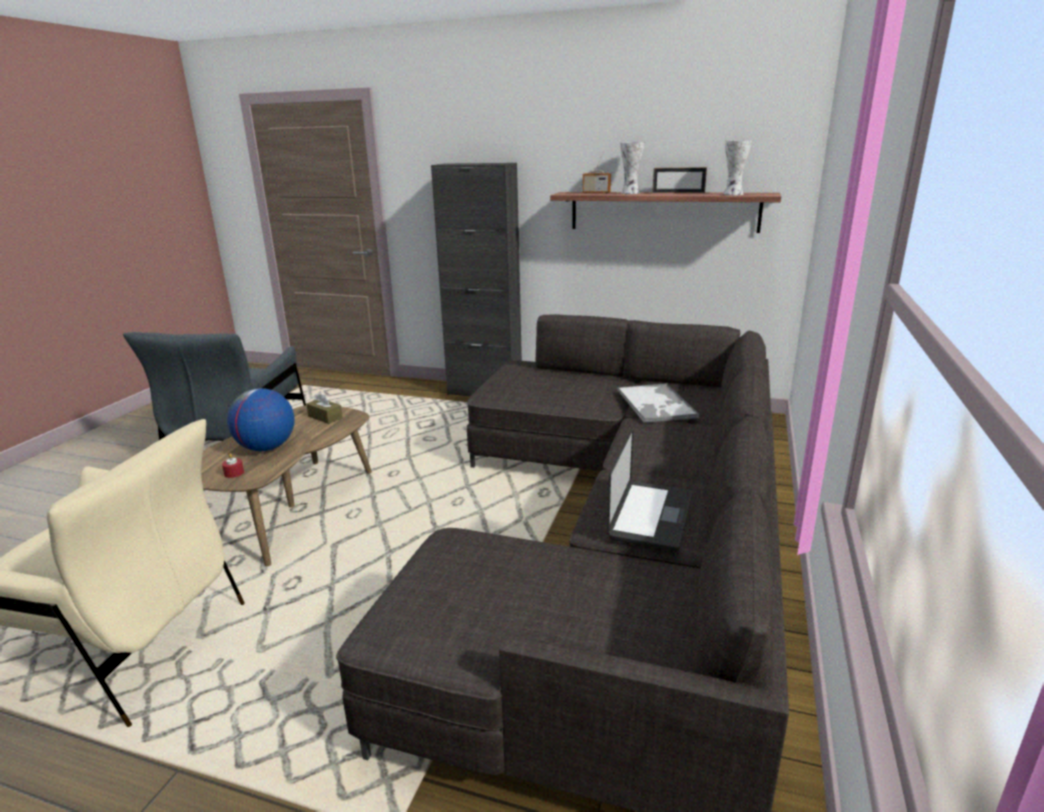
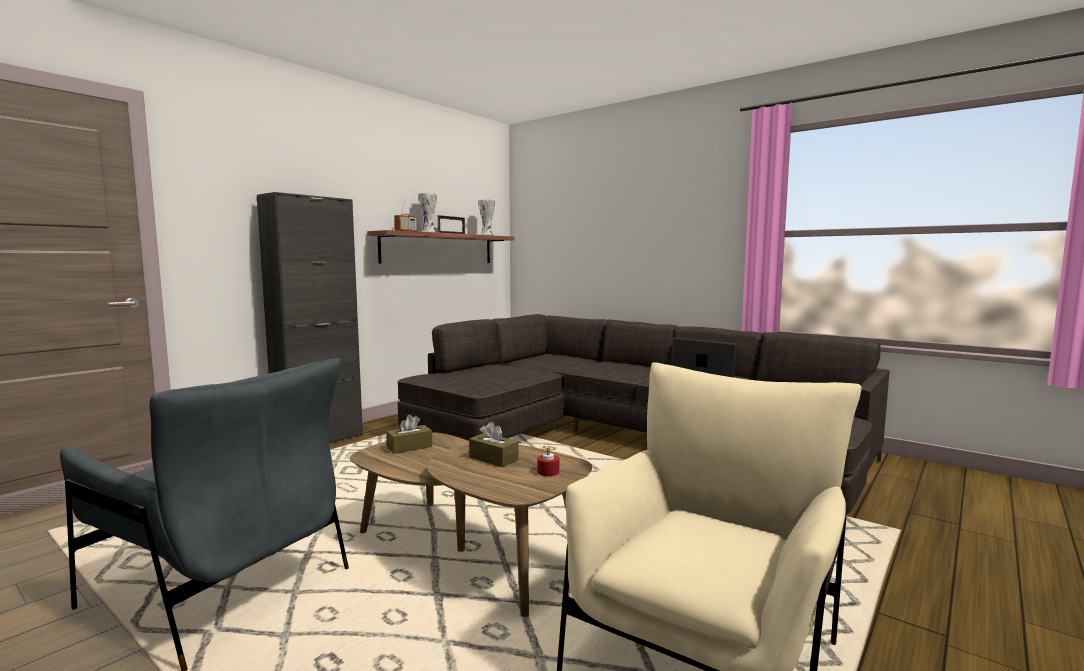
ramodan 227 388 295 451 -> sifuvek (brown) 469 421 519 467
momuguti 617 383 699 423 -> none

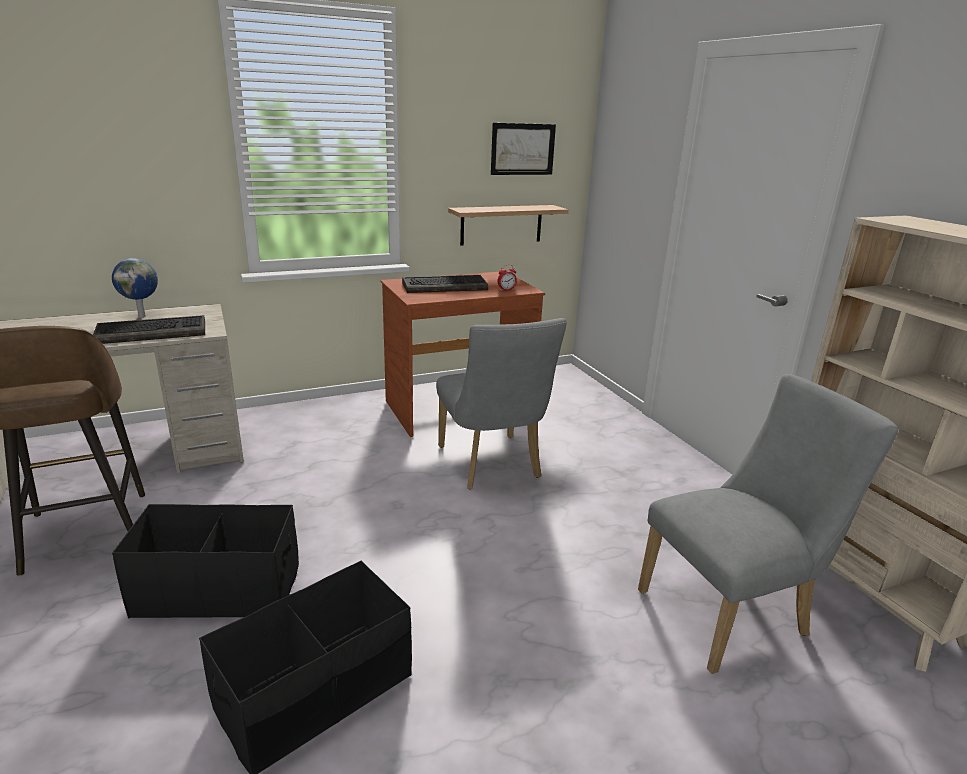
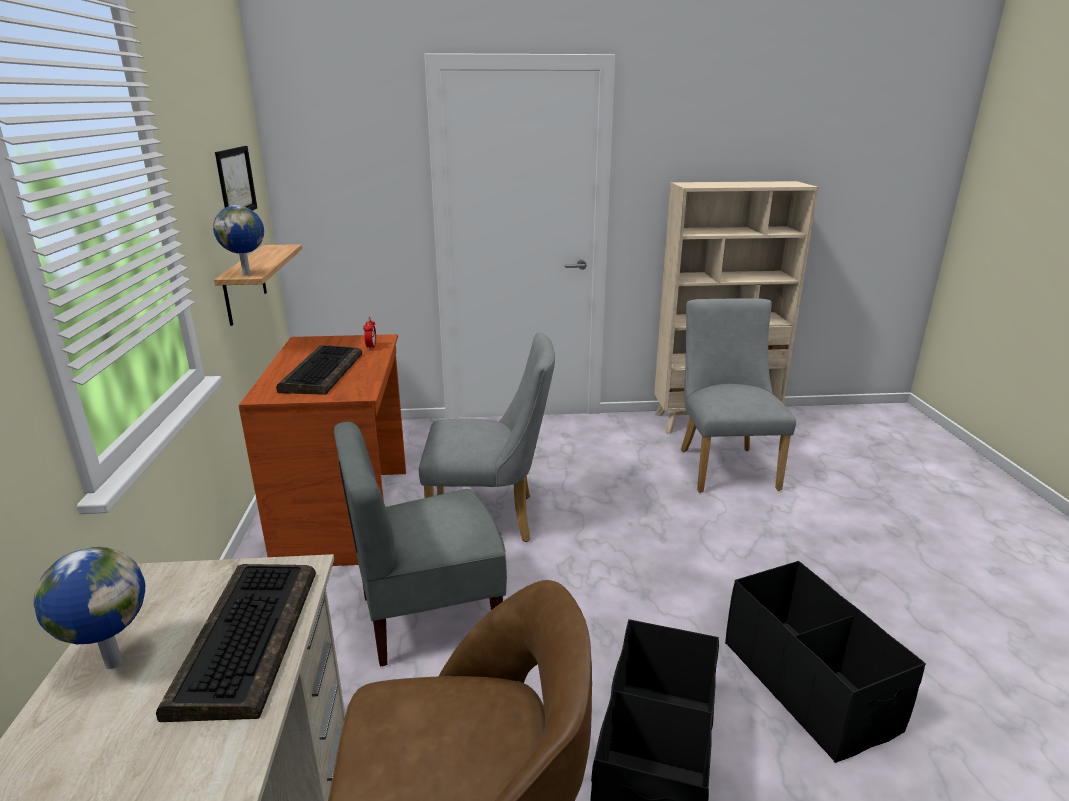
none -> ramodan 213 205 264 276
none -> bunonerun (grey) 334 421 507 667

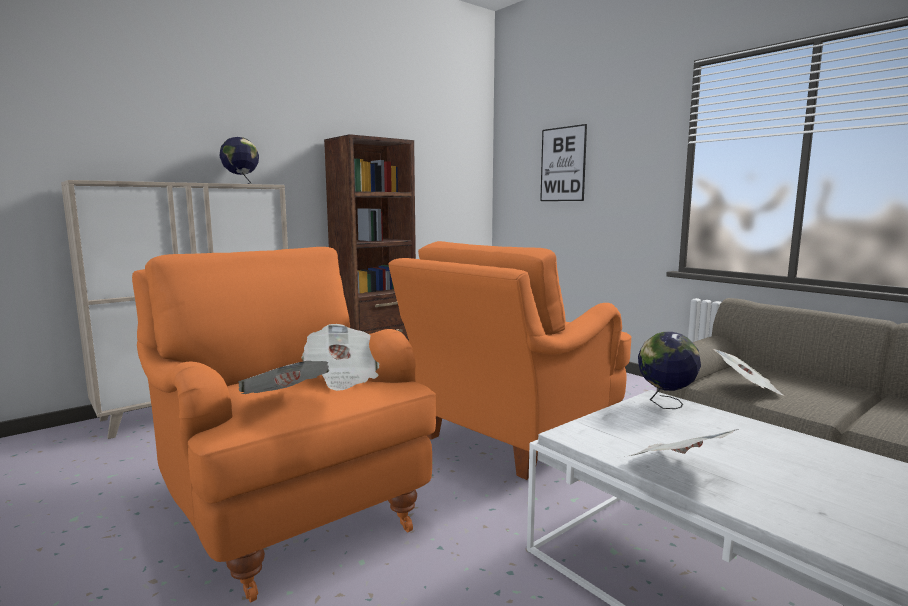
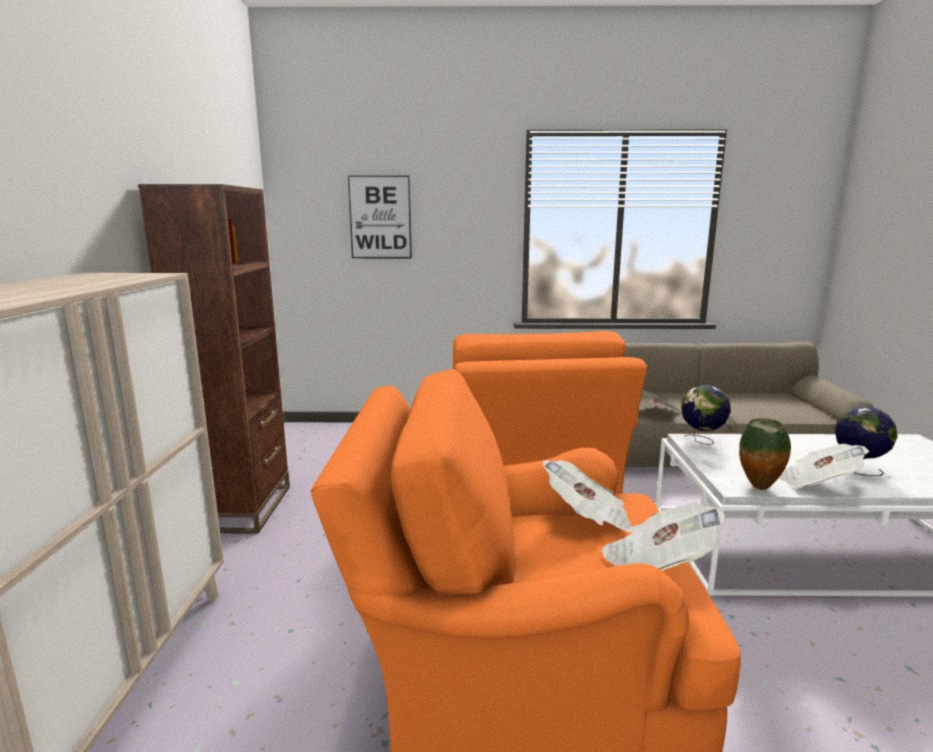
none -> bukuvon 739 418 791 490
ramodan 220 137 259 184 -> ramodan 834 407 898 476, shifted

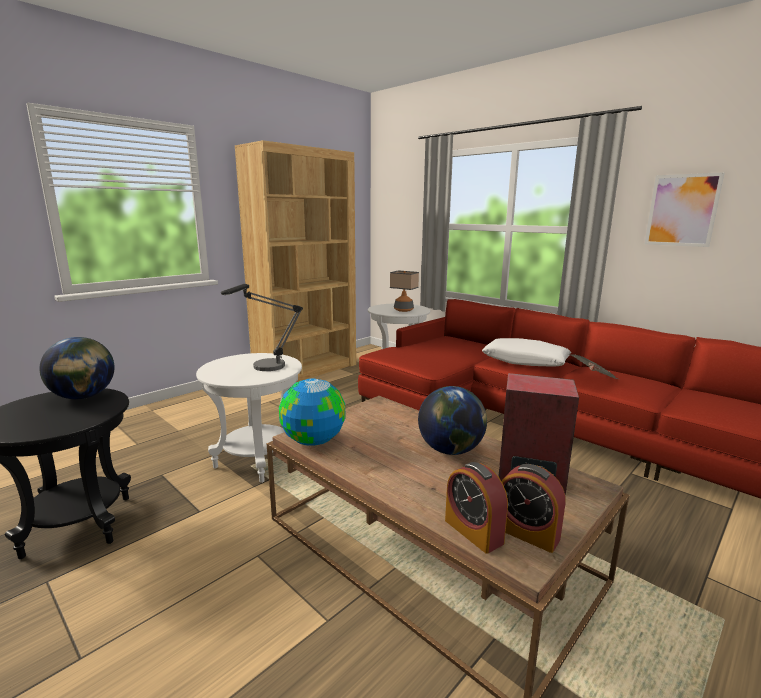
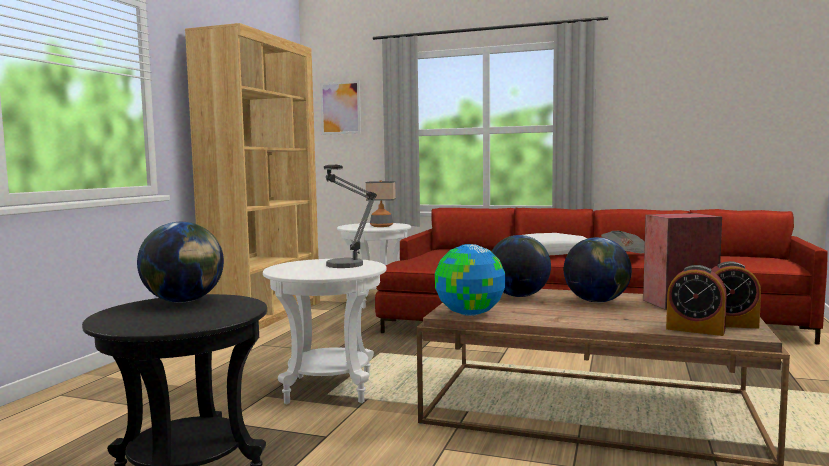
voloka 645 172 724 247 -> voloka 320 81 361 135, shifted
none -> ramodan 491 235 551 297

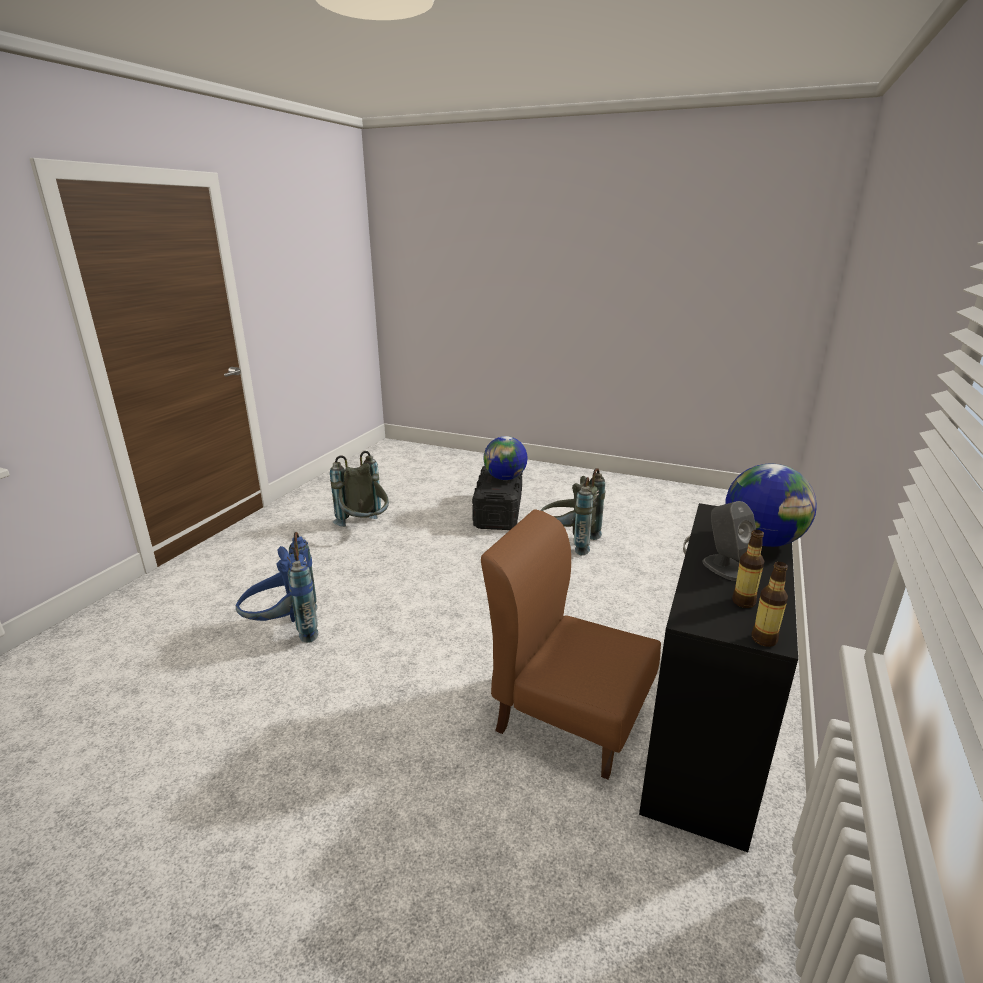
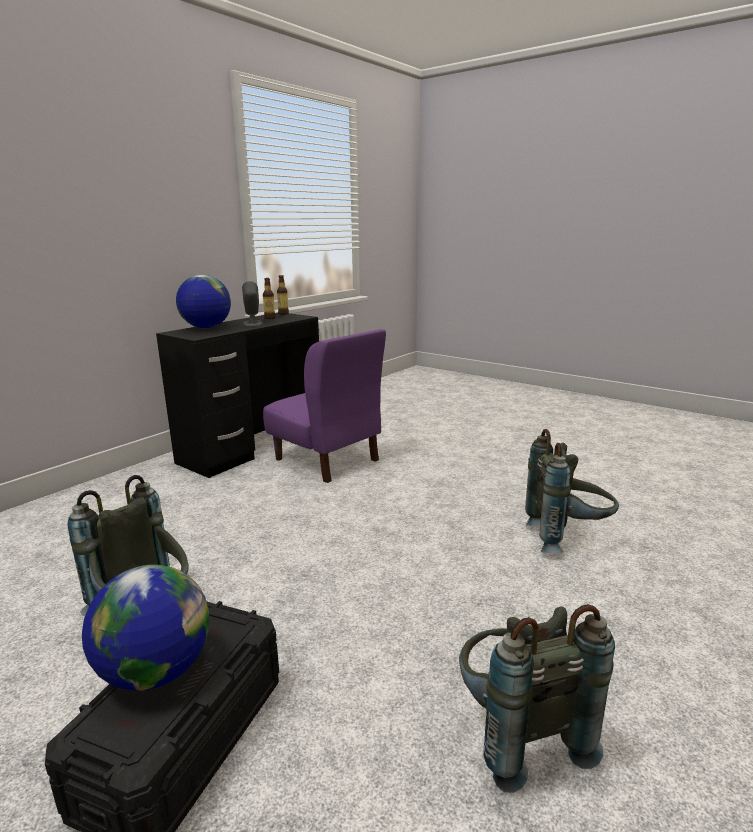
bunonerun (brown) 481 509 661 780 -> bunonerun (purple) 263 329 386 483
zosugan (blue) 236 532 318 643 -> zosugan (grey) 525 429 619 553

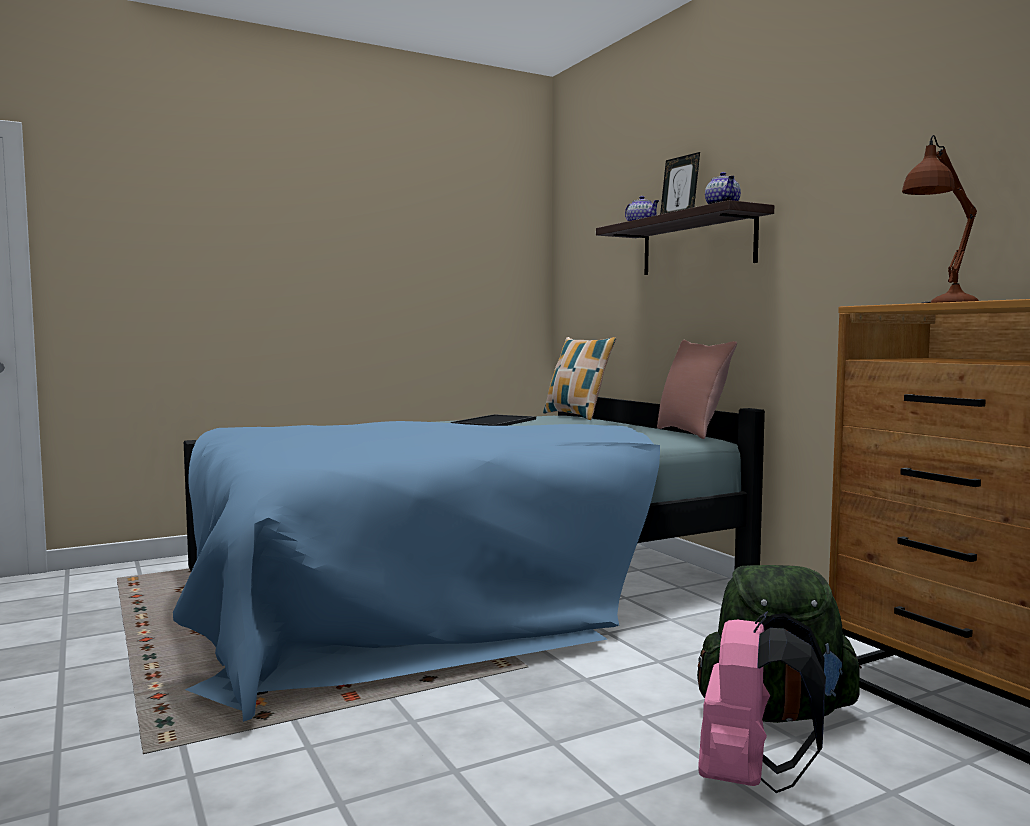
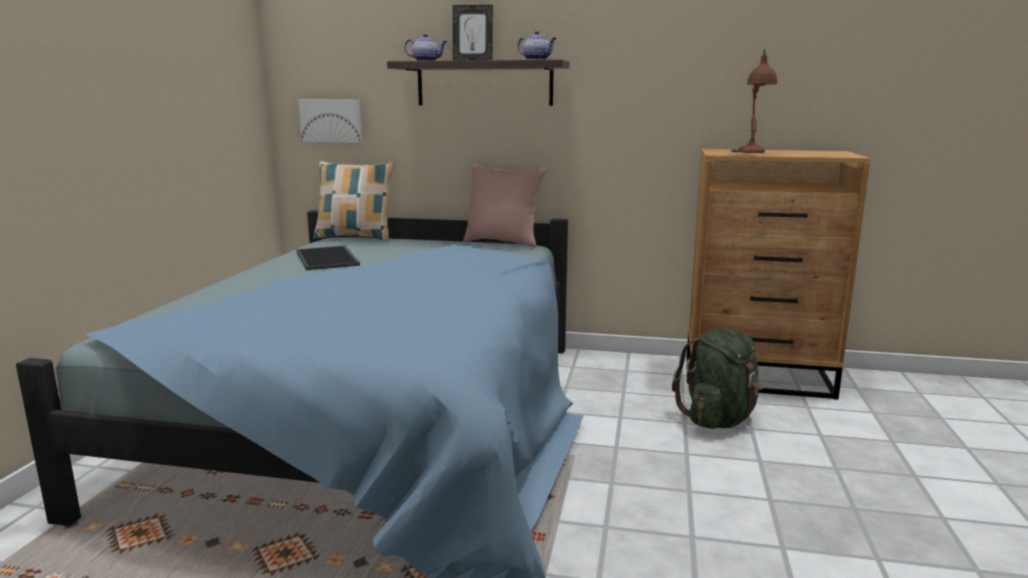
none -> voloka 298 99 362 143
zosugan (pink) 698 611 826 793 -> none

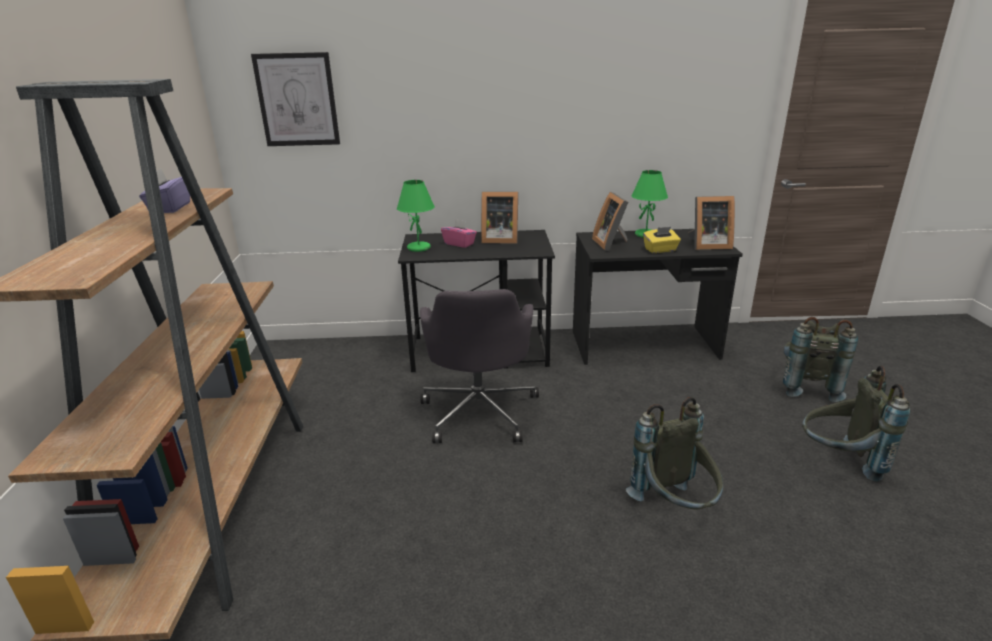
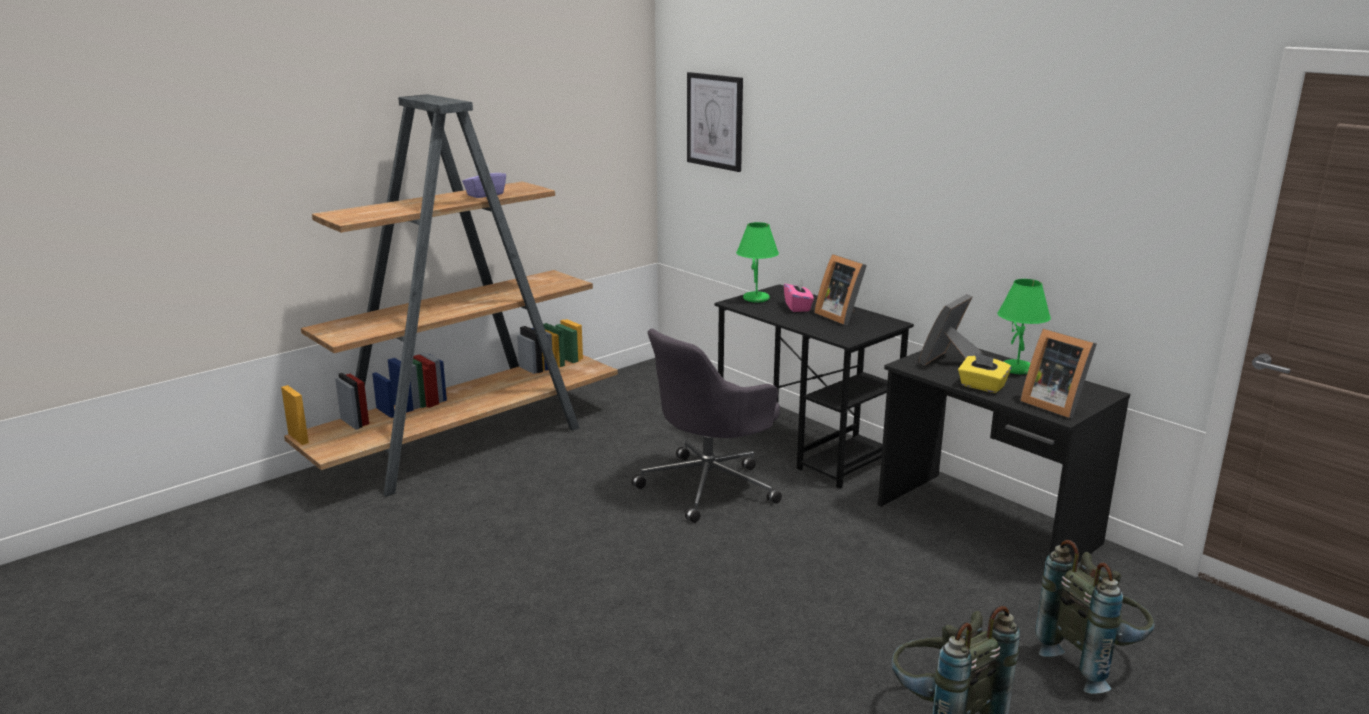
zosugan (grey) 626 397 723 509 -> none

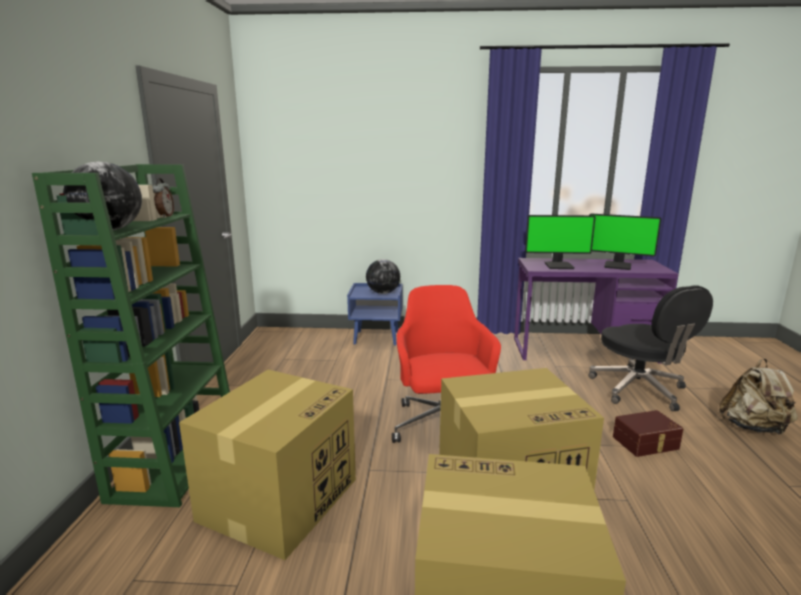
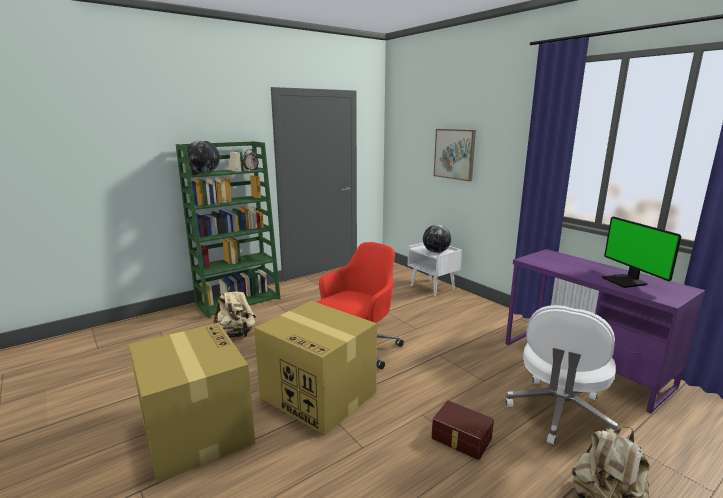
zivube 179 370 356 560 -> zosugan (beige) 213 285 256 338
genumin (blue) 347 283 403 345 -> genumin (white) 408 243 462 296
none -> voloka 434 129 476 181
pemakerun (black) 588 285 713 411 -> pemakerun (white) 505 305 618 445
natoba 525 215 596 269 -> none

